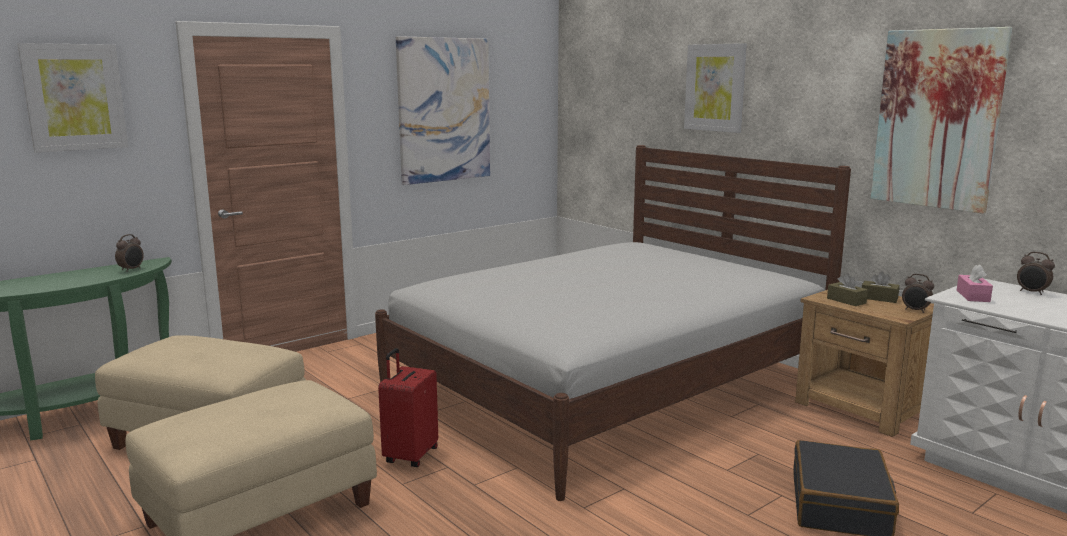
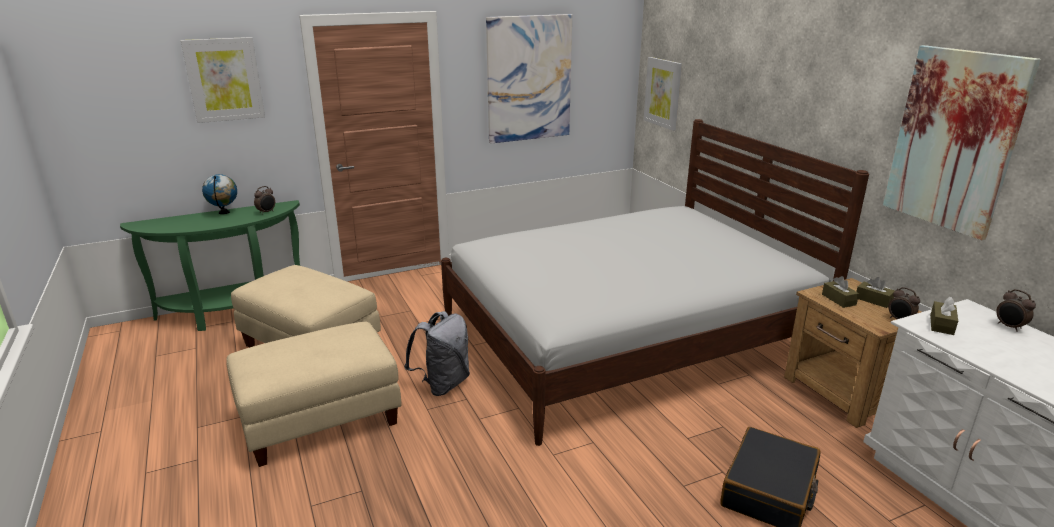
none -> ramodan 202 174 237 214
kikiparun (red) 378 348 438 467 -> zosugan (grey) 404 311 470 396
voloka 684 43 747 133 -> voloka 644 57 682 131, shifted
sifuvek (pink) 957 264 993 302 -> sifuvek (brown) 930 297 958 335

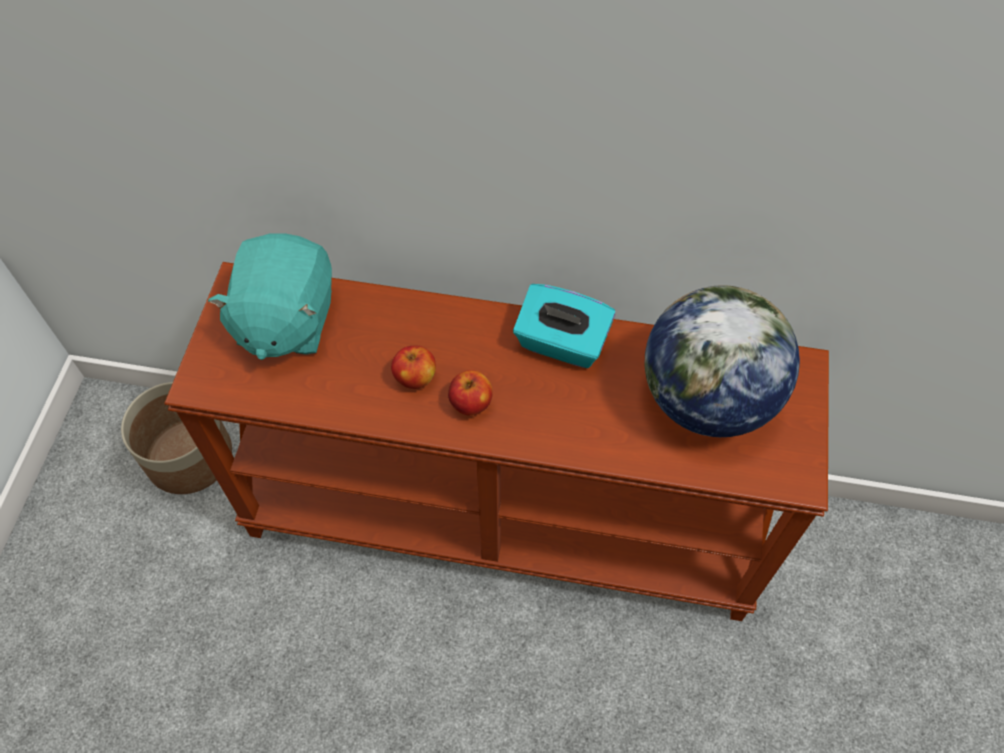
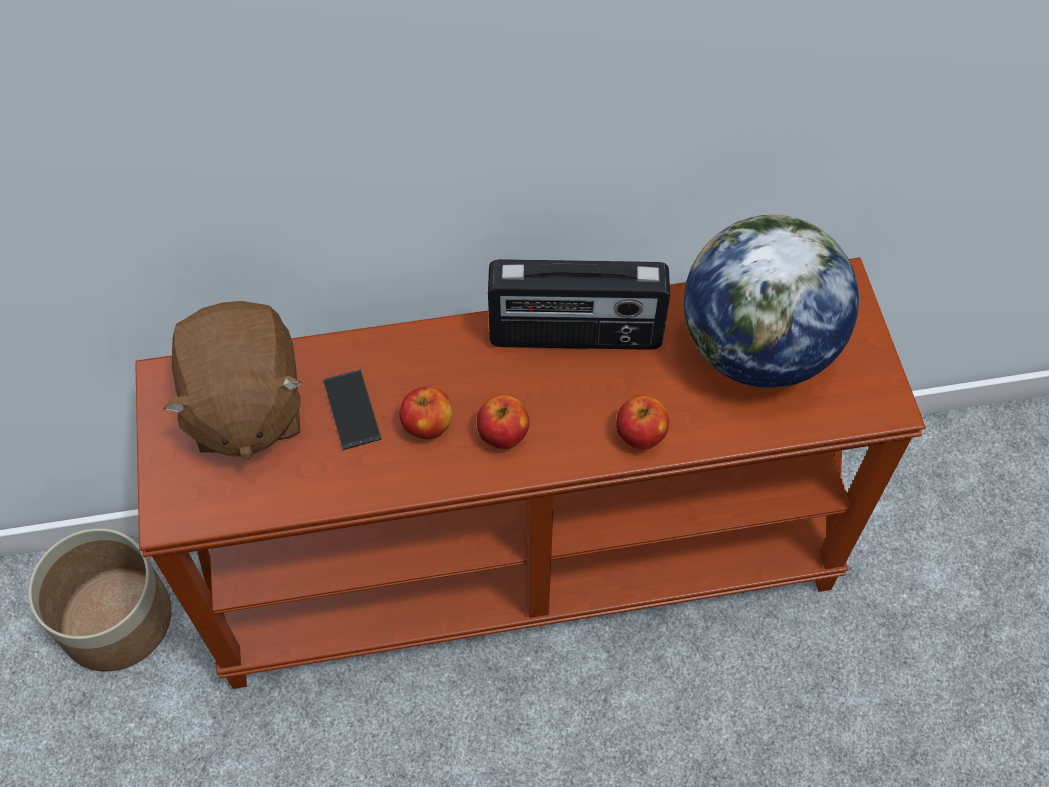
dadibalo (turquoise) 208 233 332 360 -> dadibalo (brown) 164 301 303 460
none -> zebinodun 323 369 382 450
sifuvek (turquoise) 513 284 615 368 -> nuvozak 488 259 670 350
none -> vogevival 616 395 669 450

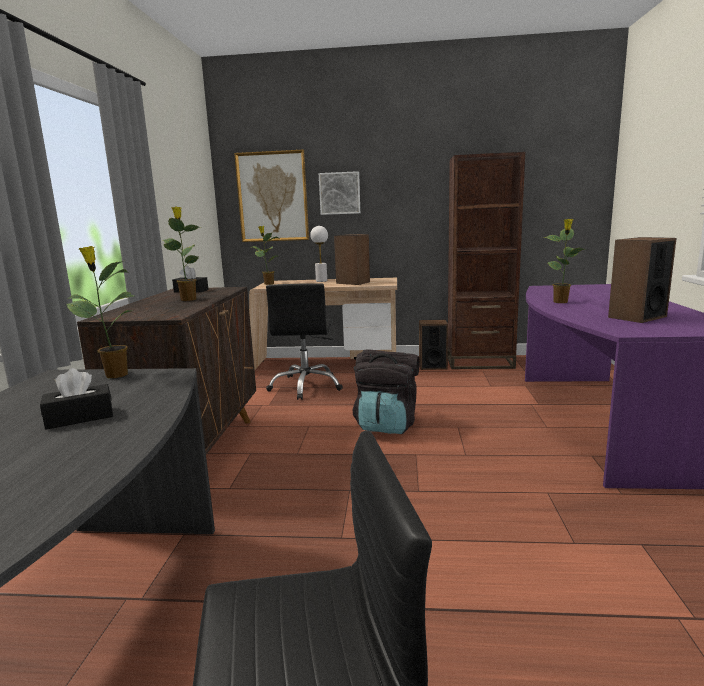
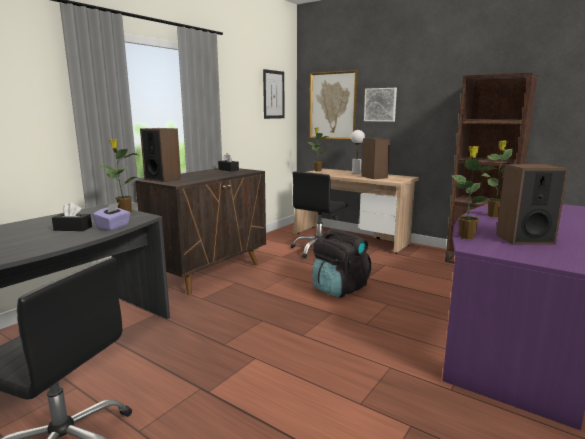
none -> sifuvek (purple) 93 202 131 231
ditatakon 419 319 448 370 -> ditatakon 140 128 181 182, shifted
none -> voloka 263 69 285 119
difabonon 163 207 201 301 -> difabonon 452 146 499 239, shifted

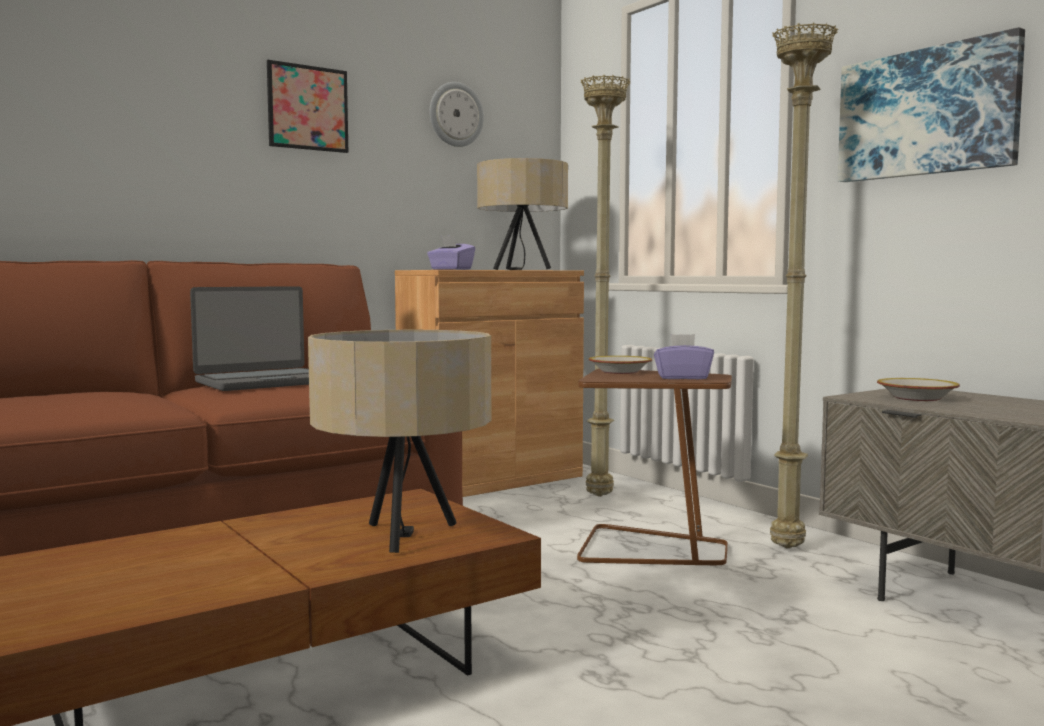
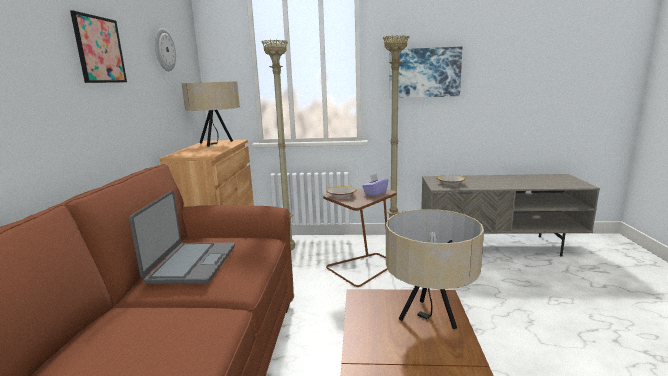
sifuvek (purple) 427 235 475 270 -> none

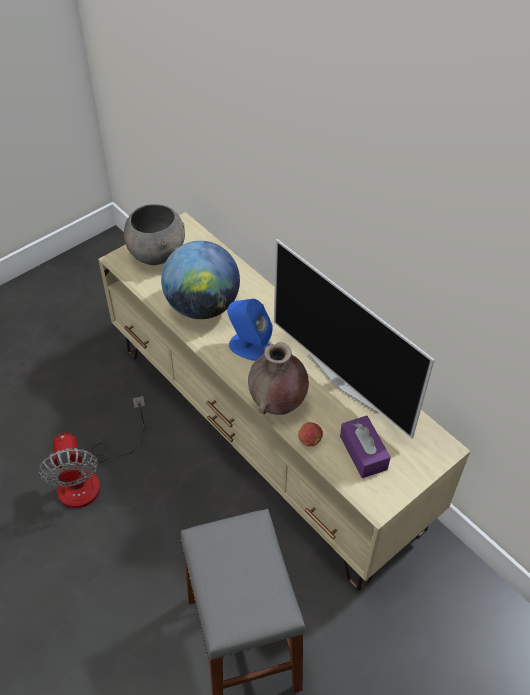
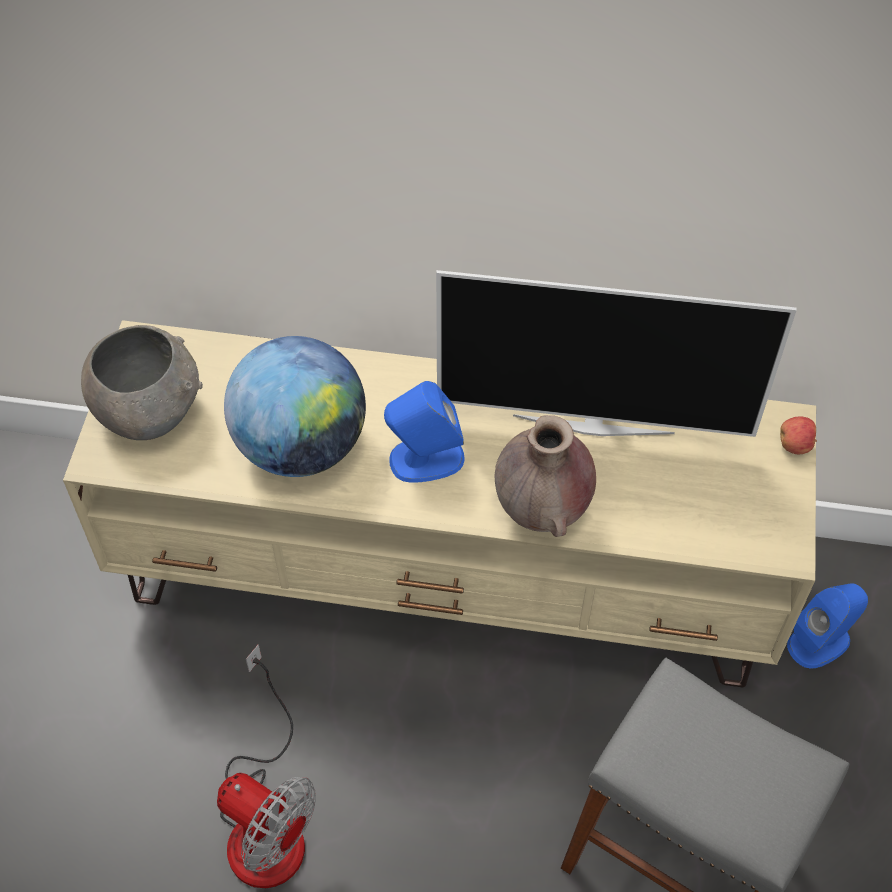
vogevival 298 422 323 446 -> vogevival 780 416 817 454, shifted
none -> ditatakon (blue) 787 583 868 669
sifuvek (purple) 340 416 391 478 -> none

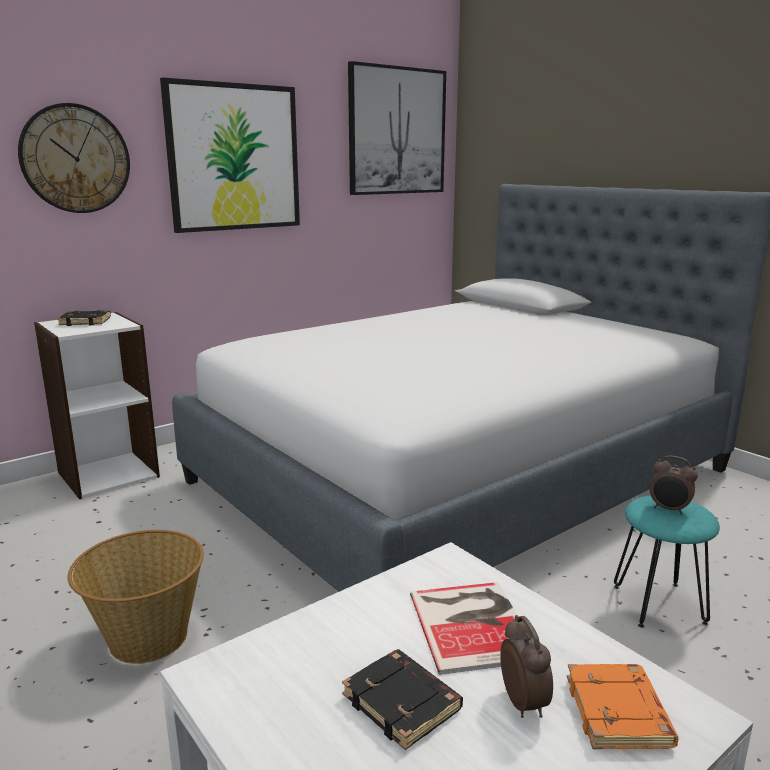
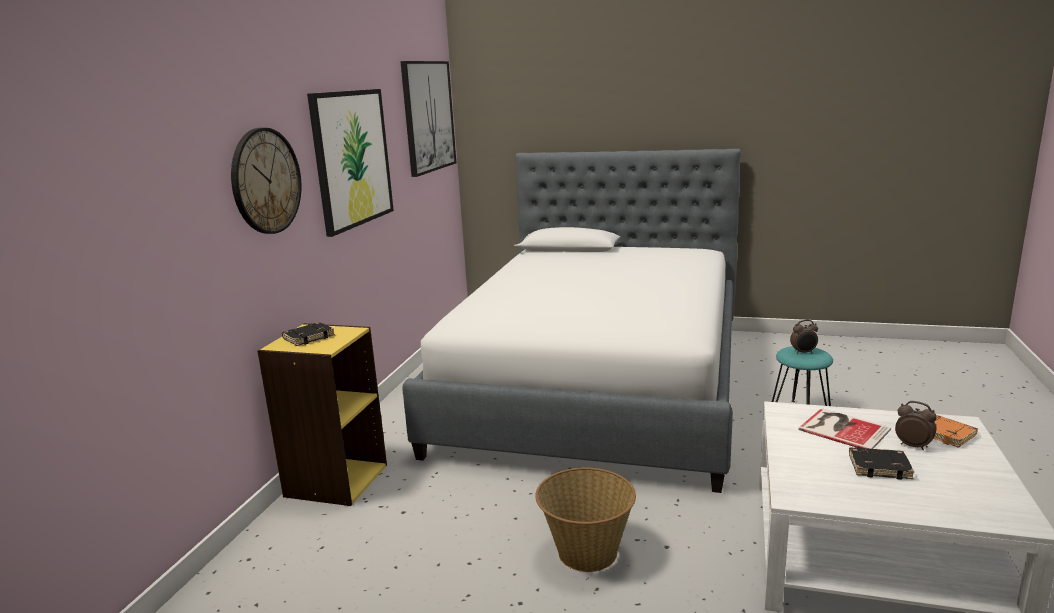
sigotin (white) 34 312 160 499 -> sigotin (yellow) 257 323 387 506

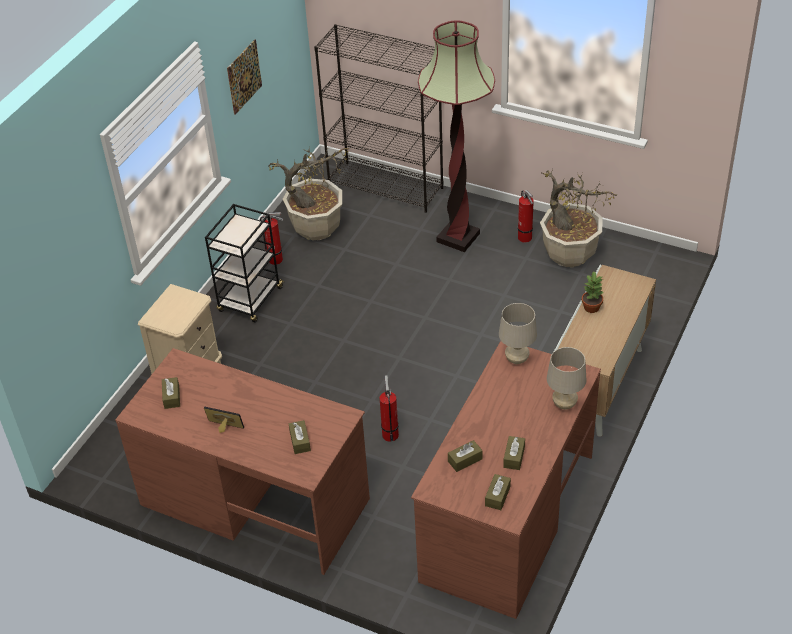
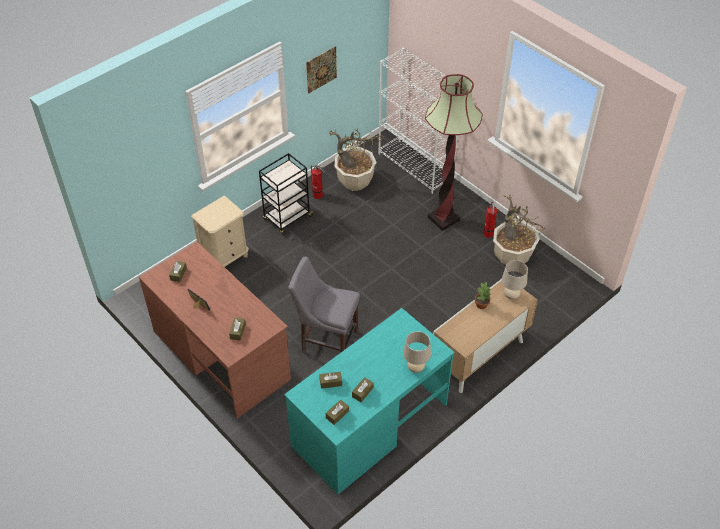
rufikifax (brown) 411 341 601 619 -> rufikifax (turquoise) 284 308 454 494
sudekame 380 376 399 442 -> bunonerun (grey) 288 257 360 353
sigotin (black) 314 24 444 213 -> sigotin (white) 378 48 458 194
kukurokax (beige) 499 303 537 364 -> kukurokax (beige) 502 260 528 299, shifted

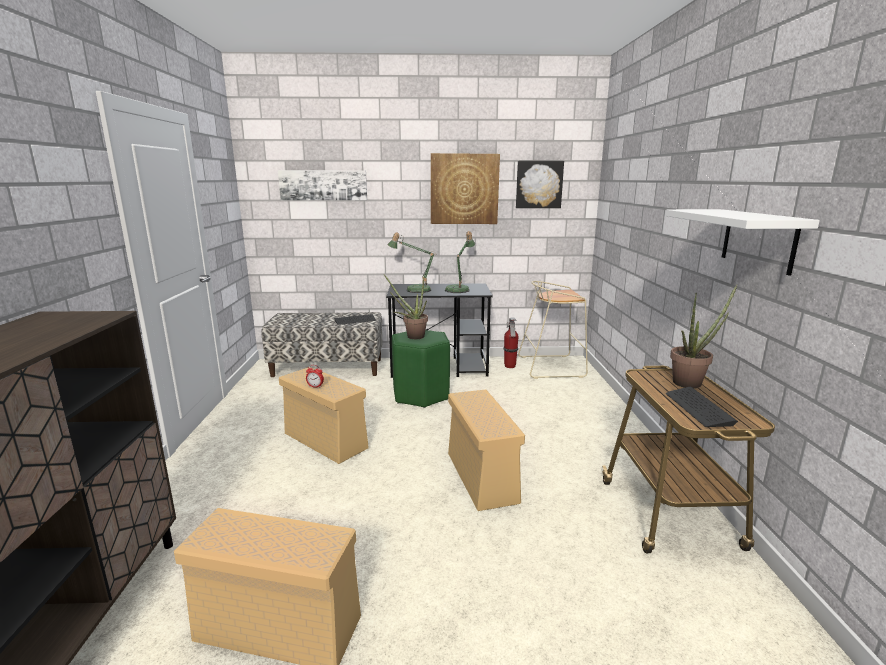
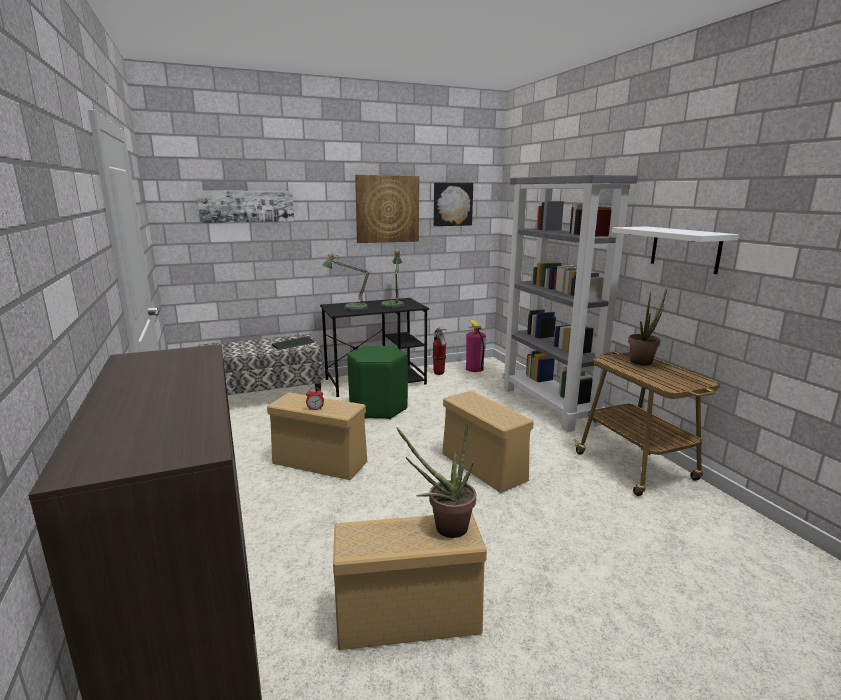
difabonon 384 274 428 339 -> difabonon 396 416 476 538, shifted
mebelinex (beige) 518 281 588 379 -> sudekame 466 320 486 372
none -> sigotin (grey) 502 175 638 432
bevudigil 666 387 738 427 -> none

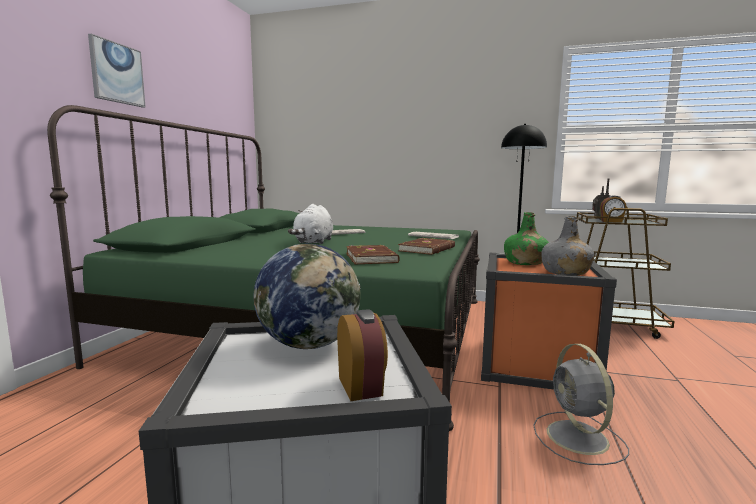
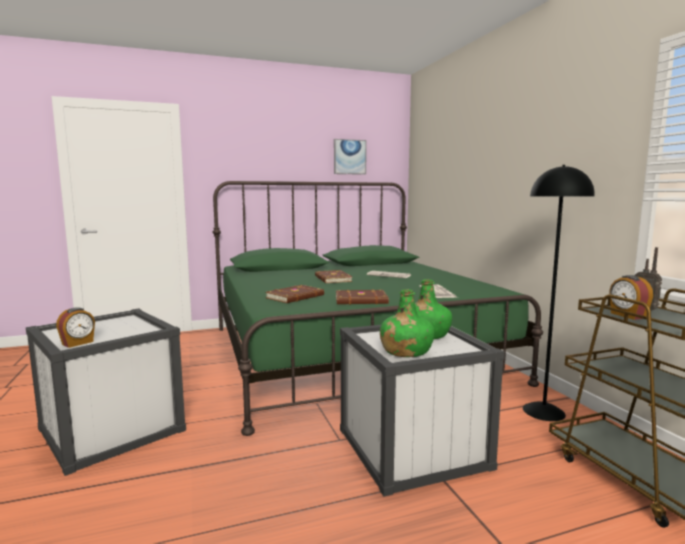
dadibalo (white) 288 204 333 244 -> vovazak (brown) 315 270 353 283
voloka 88 34 146 108 -> voloka 334 139 367 175, shifted
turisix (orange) 481 253 617 390 -> turisix (white) 340 325 505 497
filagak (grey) 541 216 595 276 -> filagak (green) 380 289 435 357
ramodan 253 244 361 349 -> none
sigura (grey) 533 344 629 465 -> none

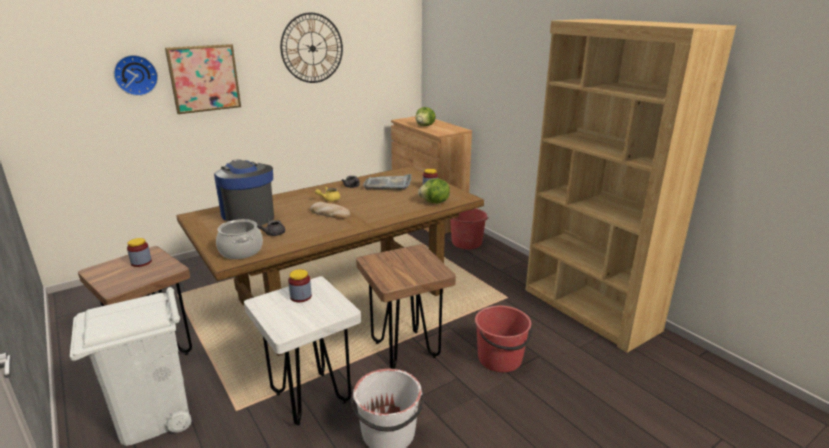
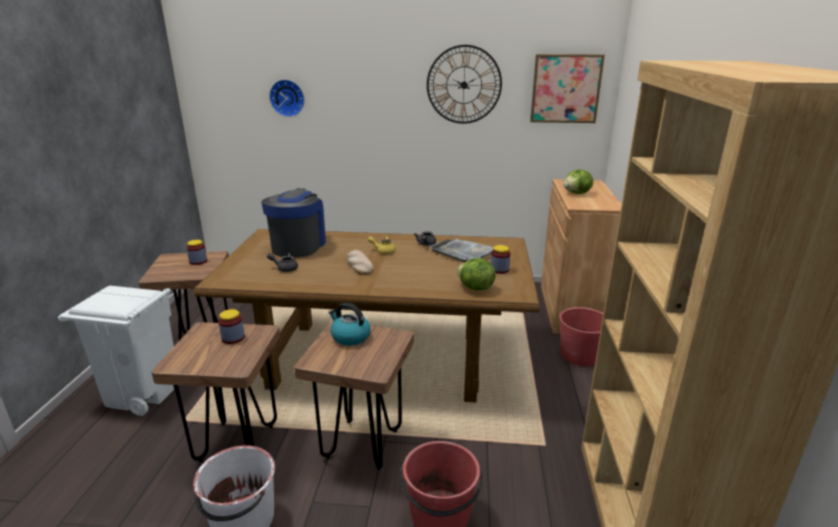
mebelinex (white) 244 276 361 425 -> mebelinex (brown) 152 322 280 462
none -> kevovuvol 329 303 371 346
voloka 165 44 241 114 -> voloka 530 54 605 123, shifted
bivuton 216 219 263 259 -> none

